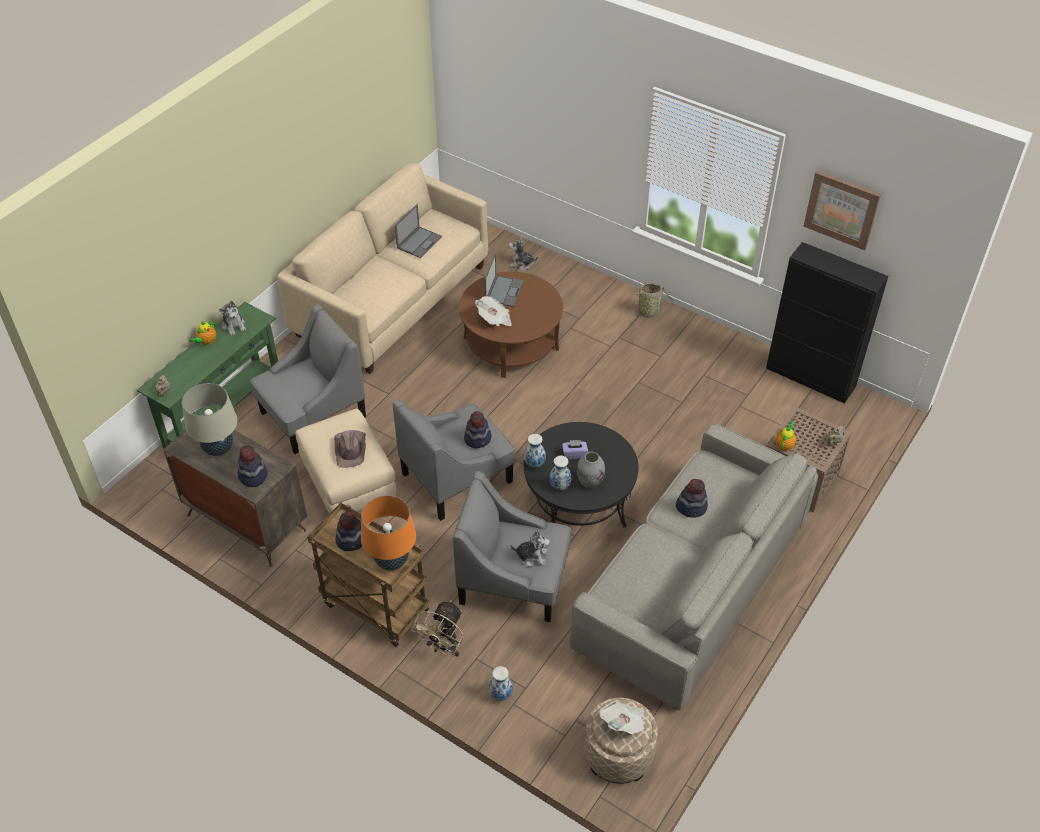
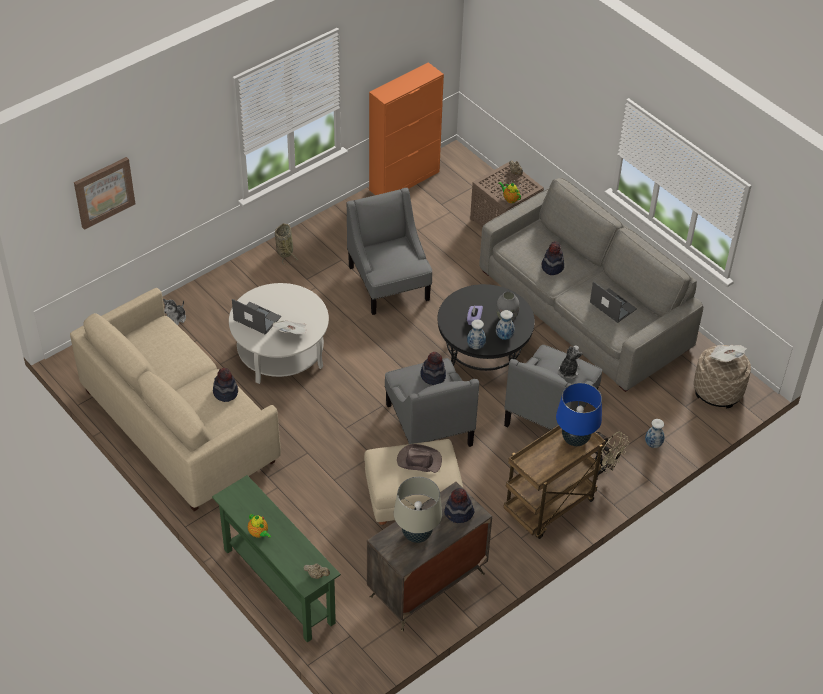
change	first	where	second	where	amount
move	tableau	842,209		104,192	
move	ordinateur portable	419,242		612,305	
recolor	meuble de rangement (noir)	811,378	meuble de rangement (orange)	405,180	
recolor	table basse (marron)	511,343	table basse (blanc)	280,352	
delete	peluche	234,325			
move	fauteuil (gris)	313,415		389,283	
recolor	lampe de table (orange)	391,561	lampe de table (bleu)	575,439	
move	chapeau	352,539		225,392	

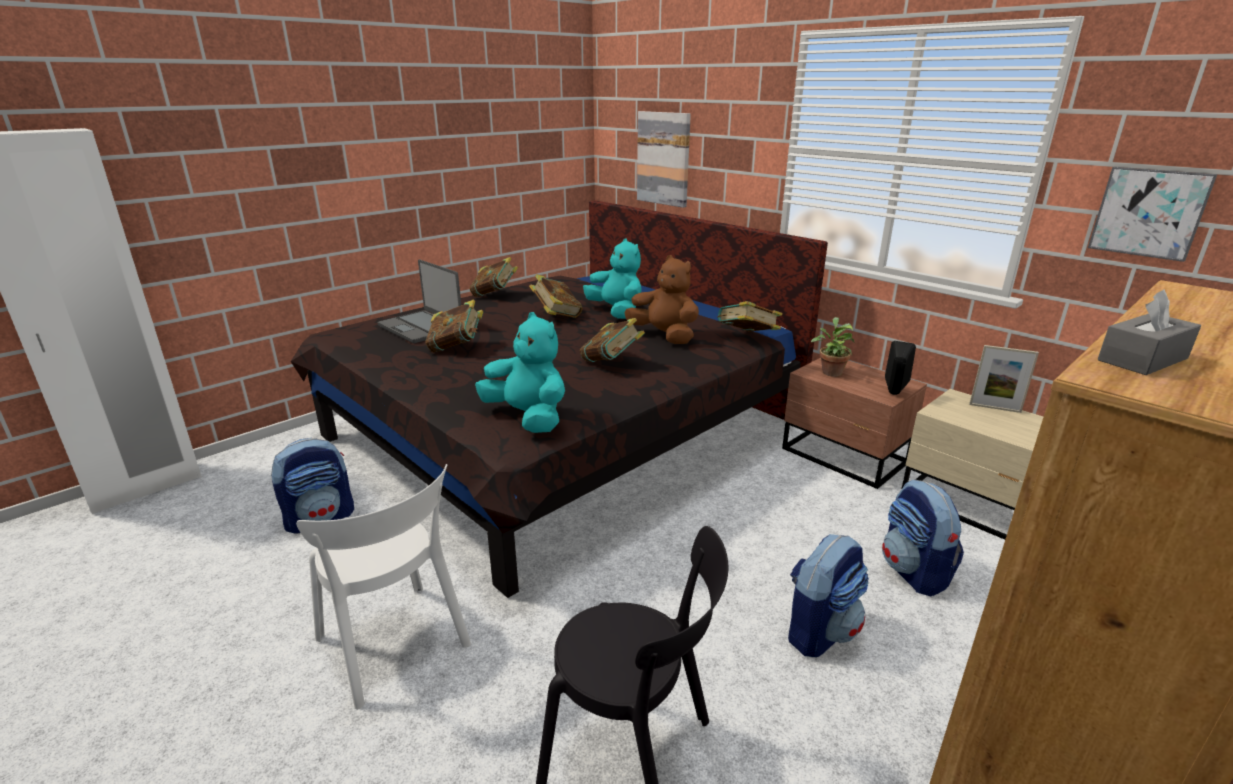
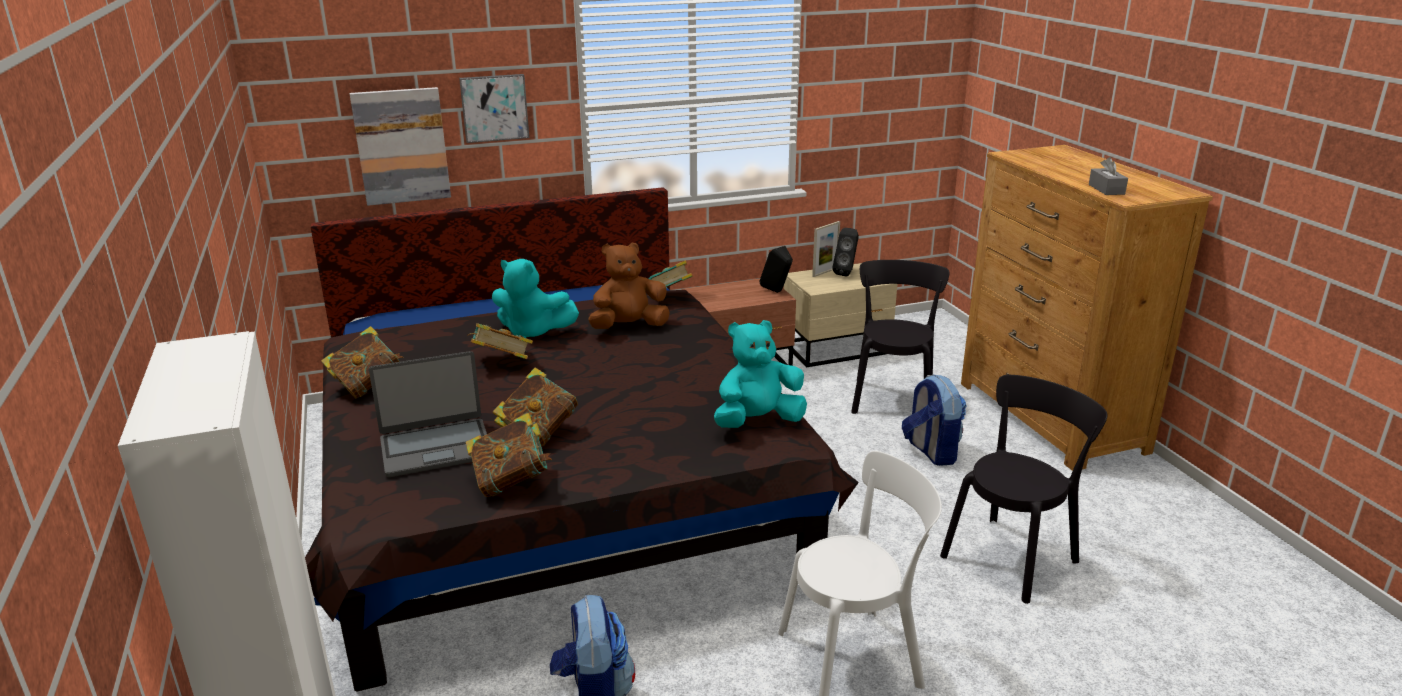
change	first	where	second	where	amount
move	tableau	1149,212		494,107	
rotate	peluche (turquoise)	616,312		532,332	150 degrees counterclockwise
delete	plante en pot	830,371			
move	livre	611,363		511,482	
replace	sac à dos	914,572	chaise (noir)	892,397	
insert			enceinte (noir)	846,273	

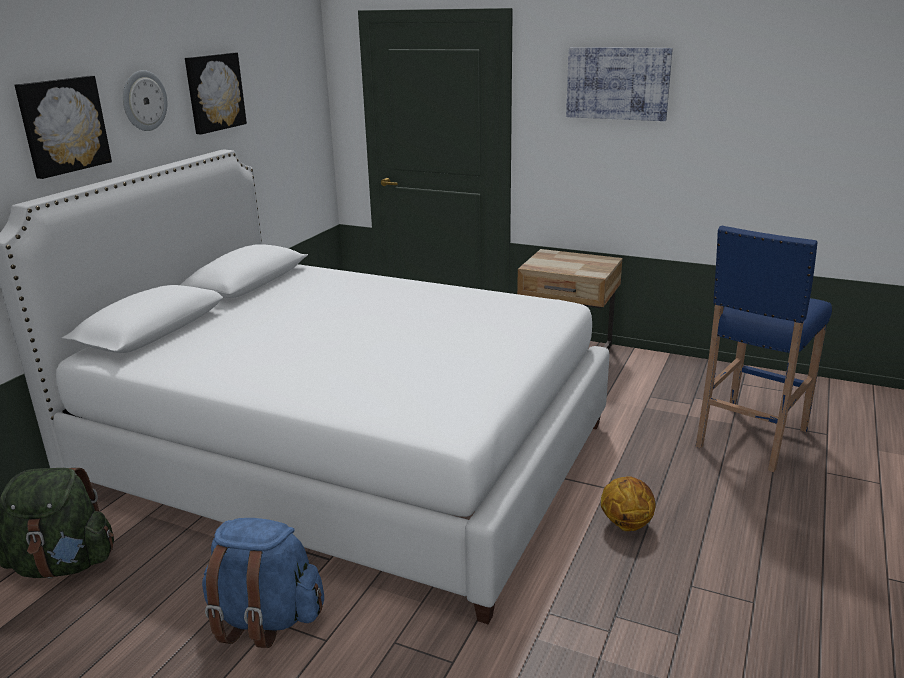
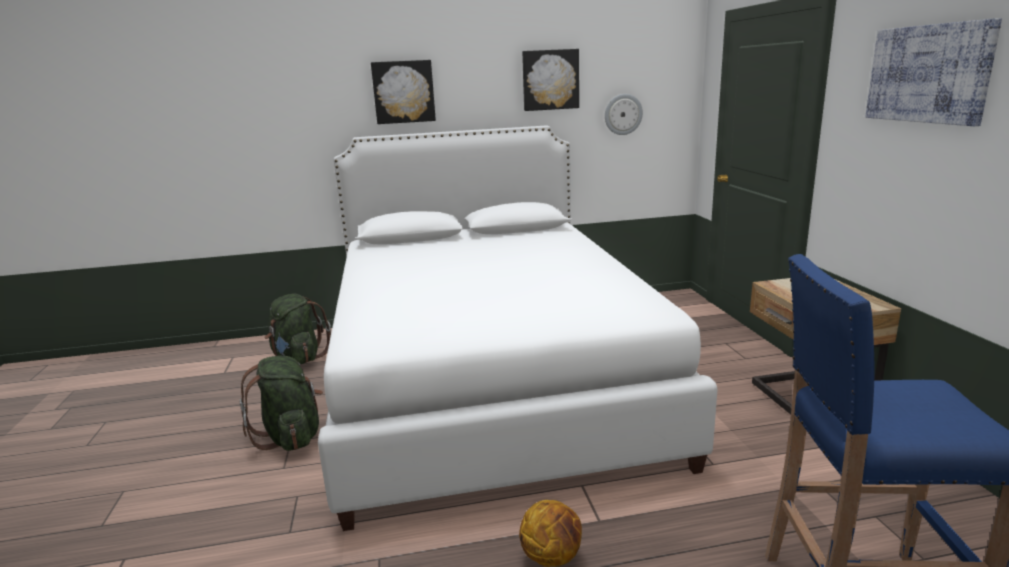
change	first	where	second	where	amount
move	horloge murale	144,100		623,114	
recolor	sac à dos (bleu)	264,619	sac à dos (vert)	291,437	

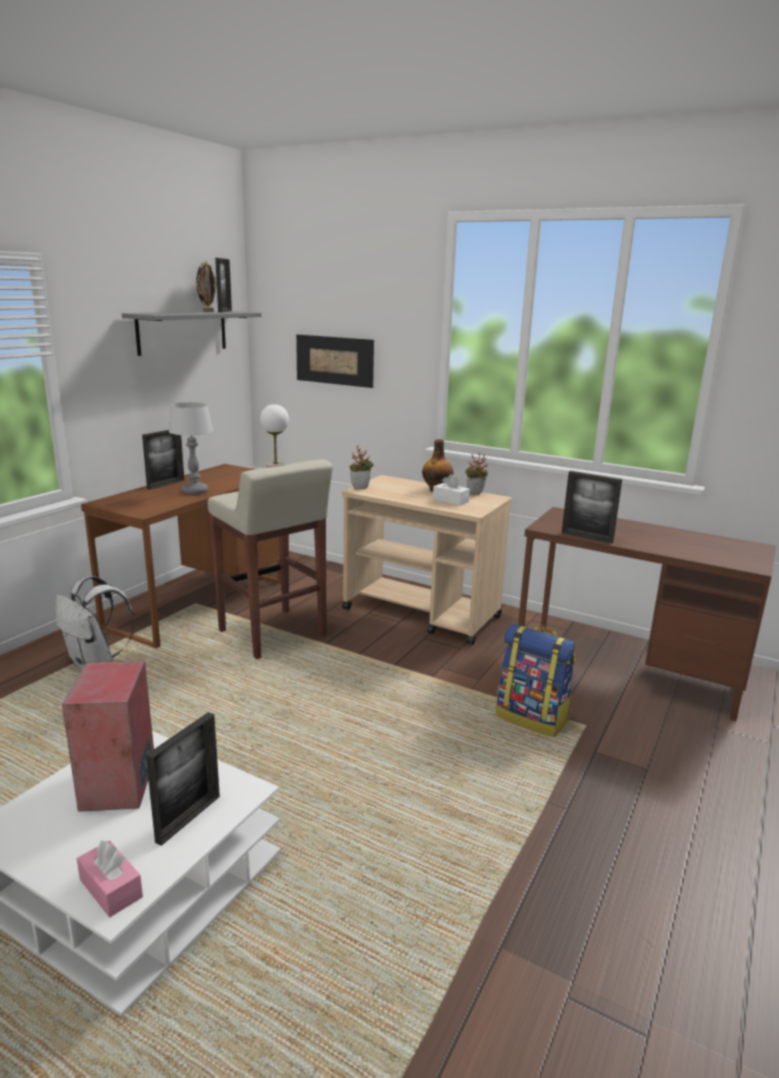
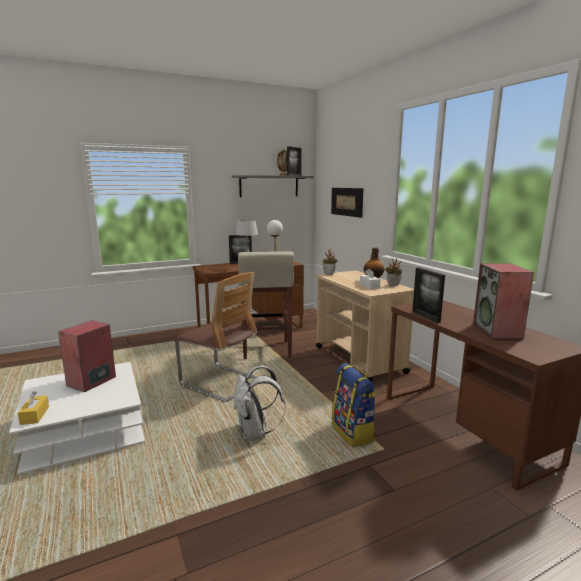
change	first	where	second	where	amount
move	sac à dos (blanc)	95,662		255,432	
delete	cadre photo	188,818			
recolor	boîte à mouchoirs (rose)	111,888	boîte à mouchoirs (jaune)	35,415	
insert			enceinte	498,331	
insert			chaise	220,383	

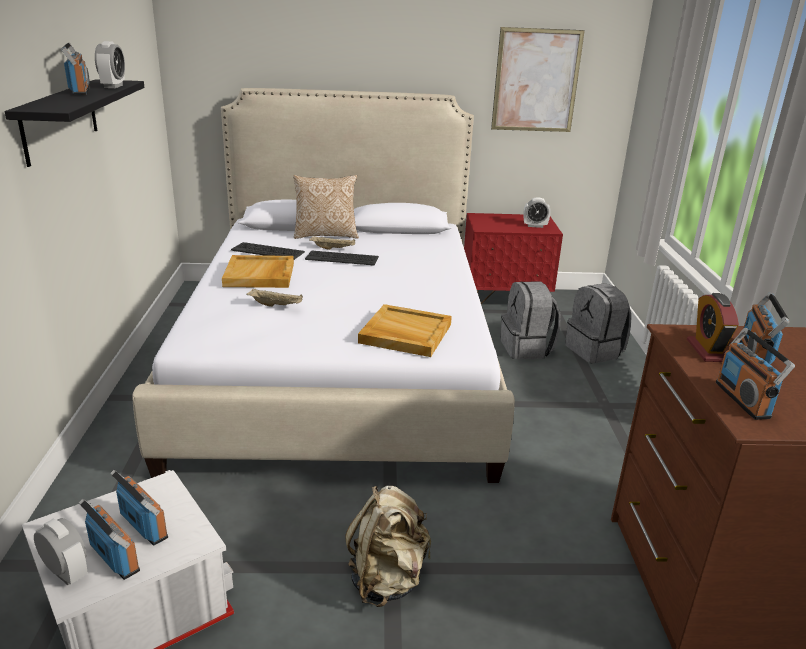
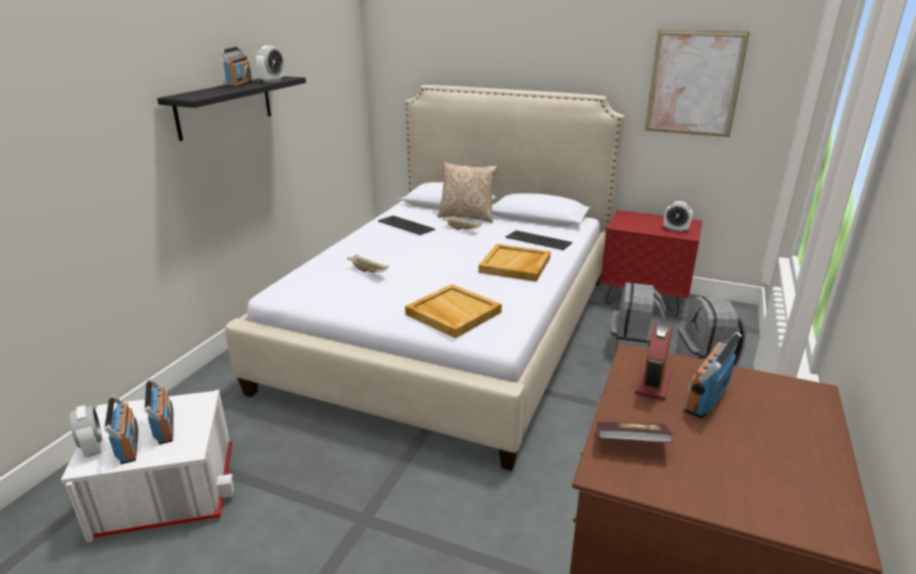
change	first	where	second	where	amount
move	clavier	342,258		538,240	
move	plateau (beige)	260,275		515,265	
replace	radio	743,400	livre	631,444	
delete	sac à dos (beige)	387,579			

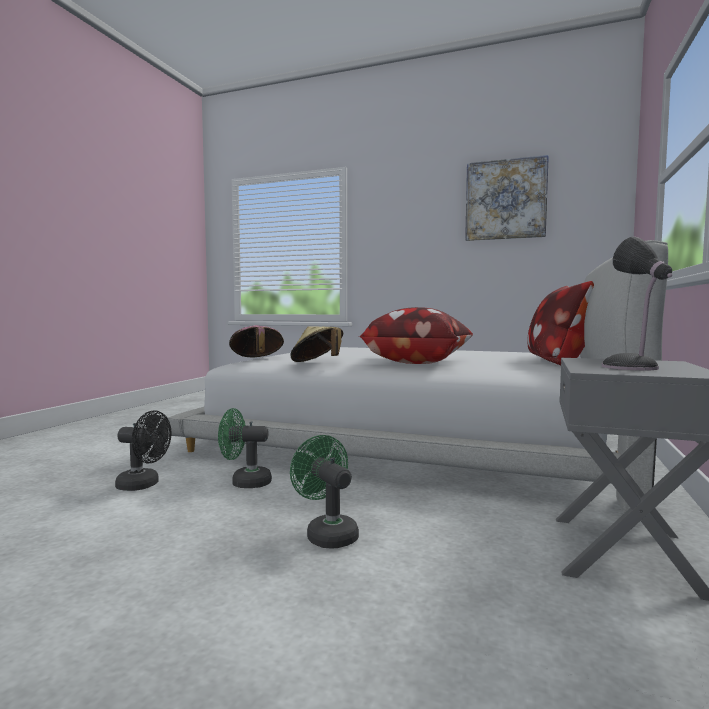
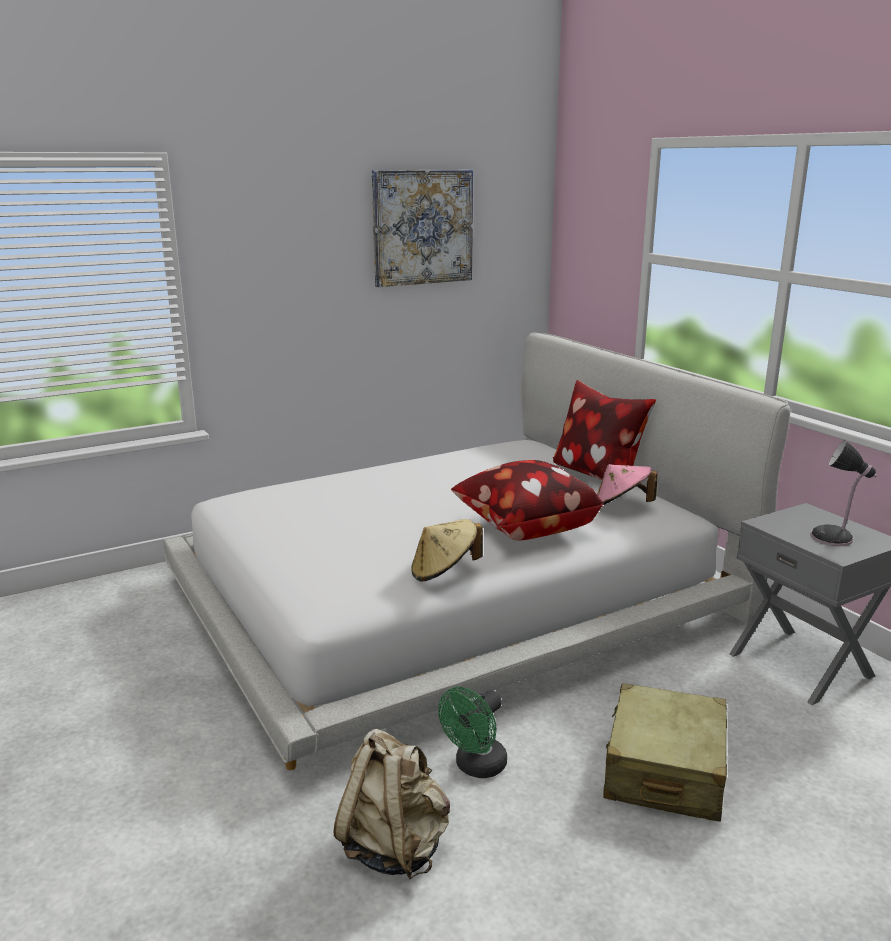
change	first	where	second	where	amount
move	chapeau (rose)	256,359		621,506	
replace	ventilateur (noir)	144,485	sac à dos (beige)	395,847	
replace	ventilateur (vert)	327,534	valise (beige)	664,770	

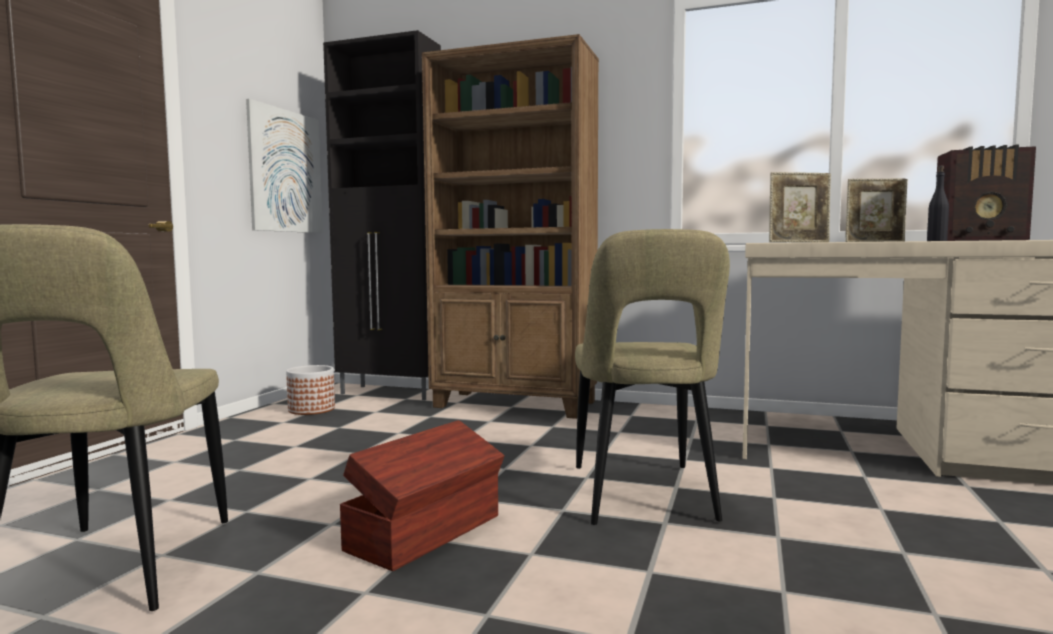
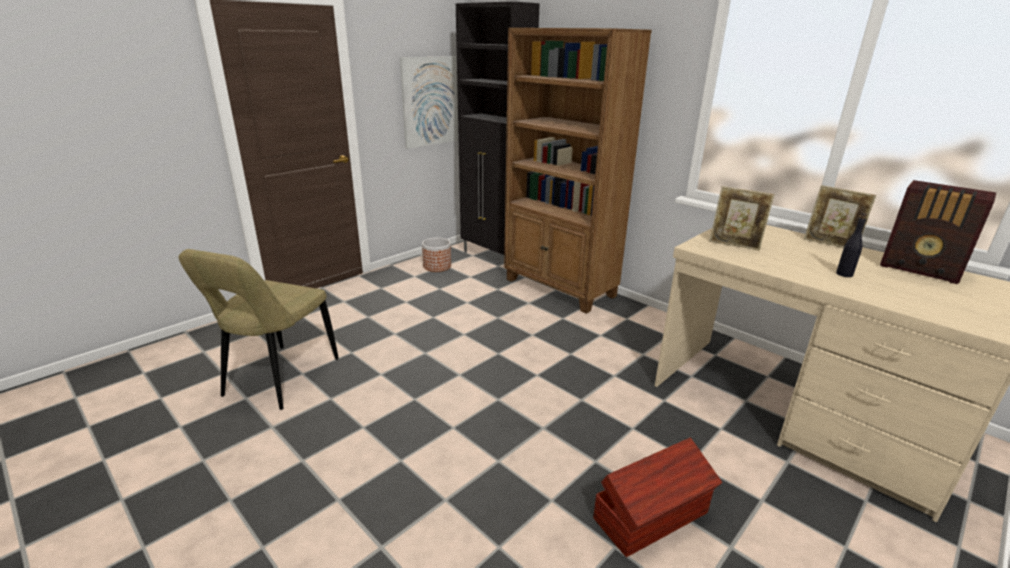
change	first	where	second	where	amount
delete	chaise (beige)	643,497			
move	boîte de rangement (marron)	427,532		653,516	

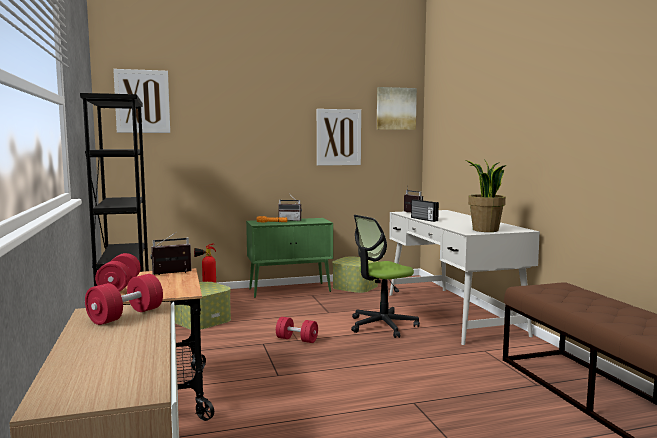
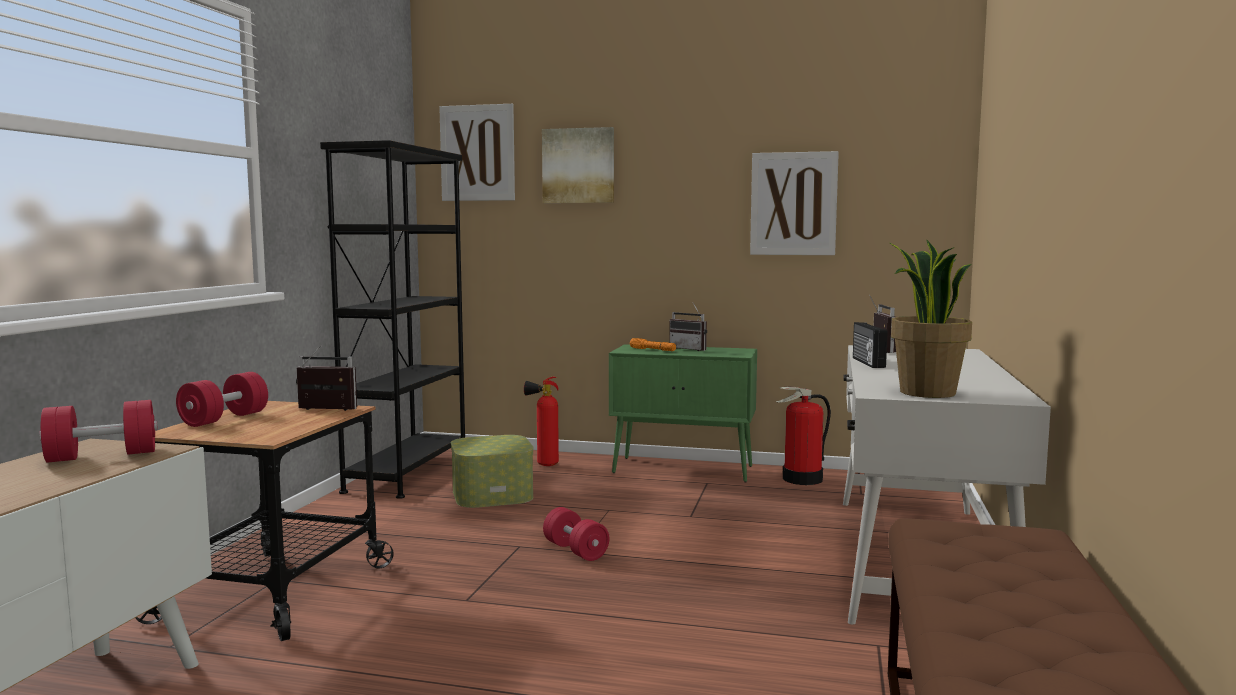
change	first	where	second	where	amount
move	tableau	395,108		578,166	
delete	chaise de bureau	382,326			
replace	boîte de rangement	355,286	extincteur	802,479	

